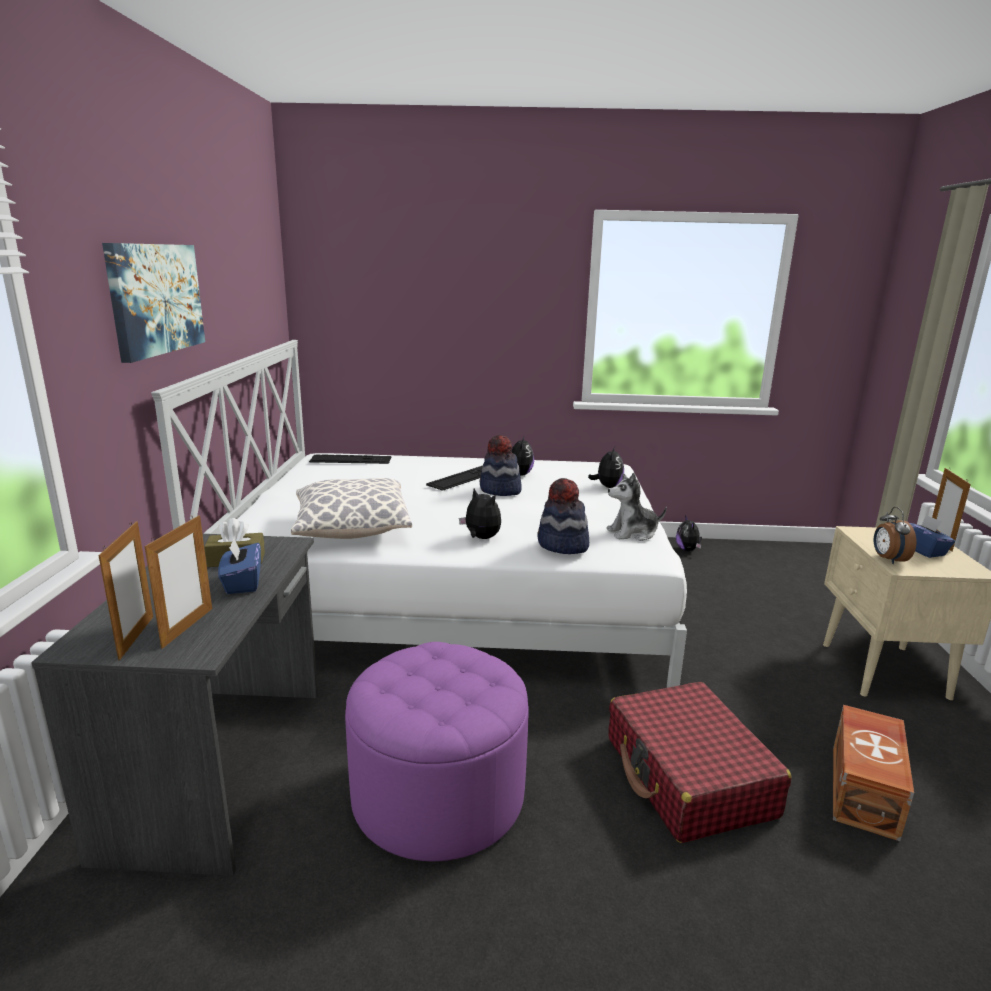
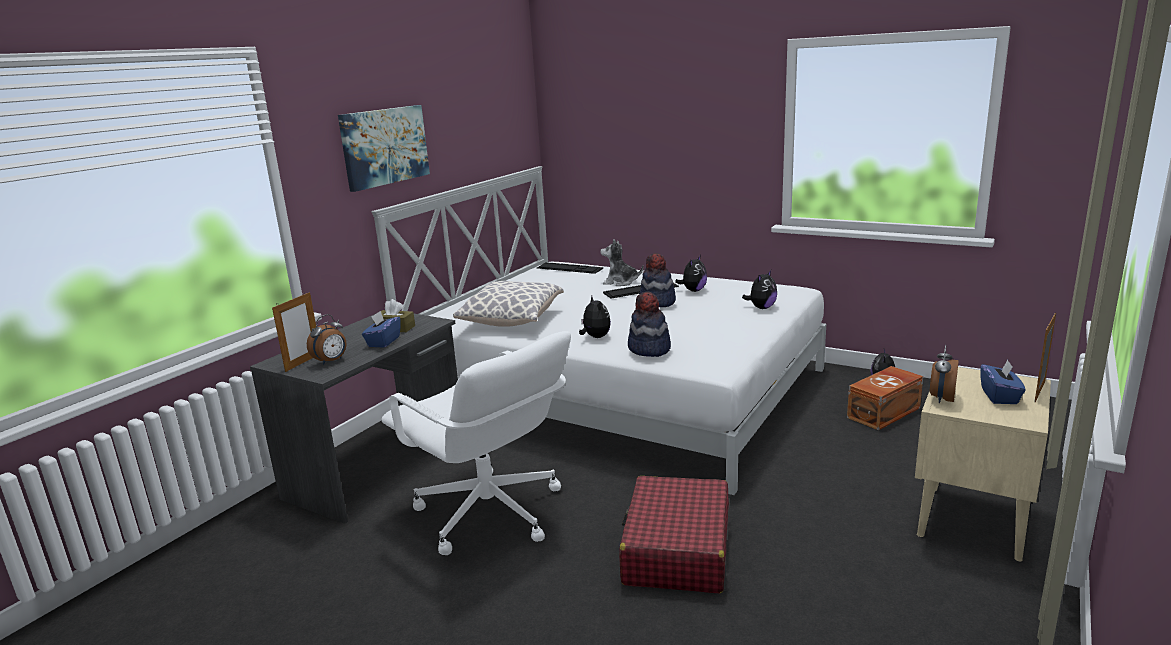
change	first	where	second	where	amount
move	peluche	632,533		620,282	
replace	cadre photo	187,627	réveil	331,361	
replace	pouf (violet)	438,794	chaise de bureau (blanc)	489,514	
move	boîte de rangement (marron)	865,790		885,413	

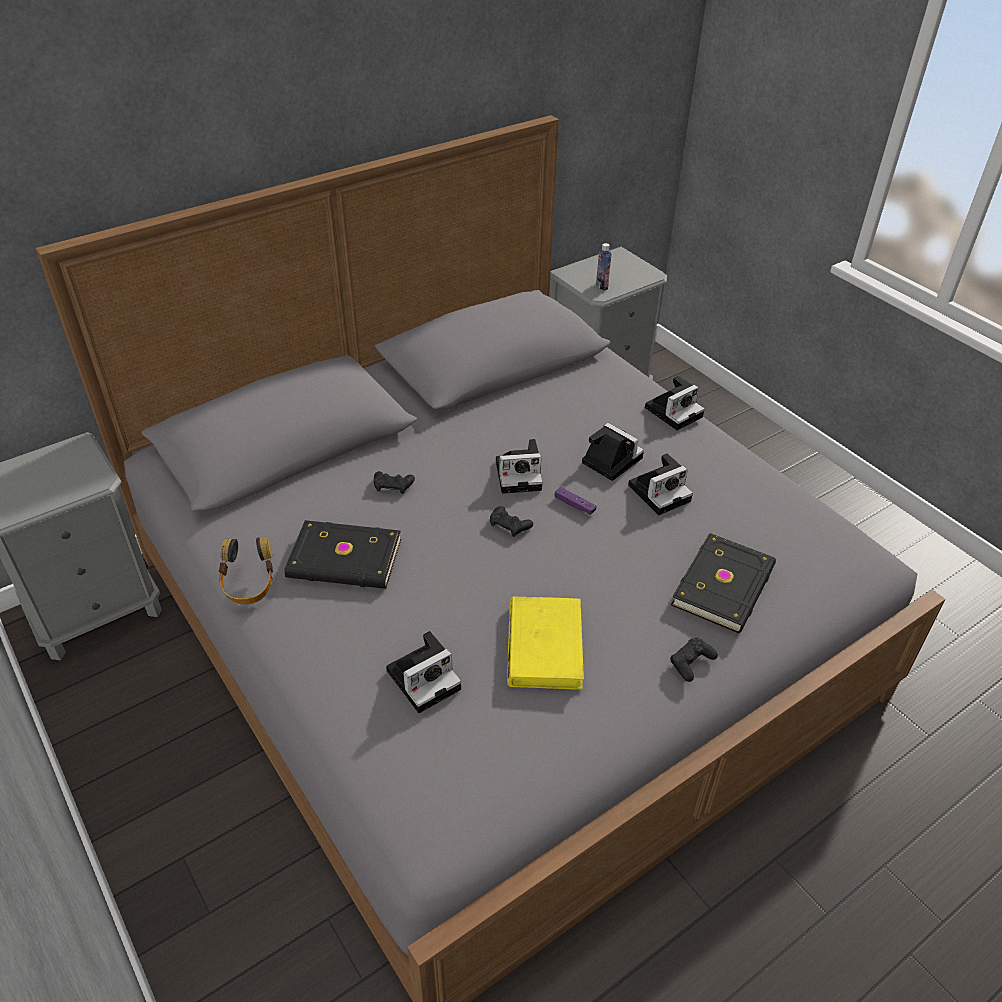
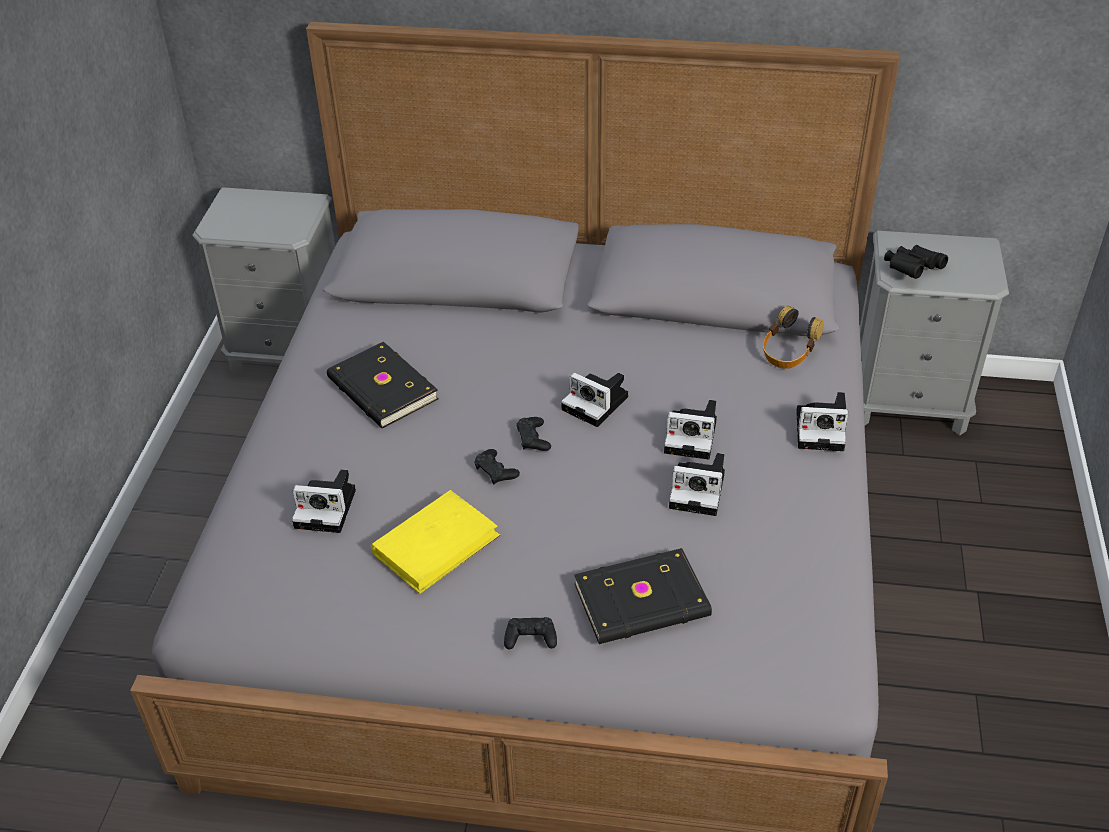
change	first	where	second	where	amount
replace	bouteille	602,286	jumelles (noir)	911,270	
rotate	appareil photo	609,460		693,436	105 degrees clockwise
move	manette (noir)	393,485		495,471	
delete	manette (violet)	574,505			
move	casque audio	249,584		788,354	

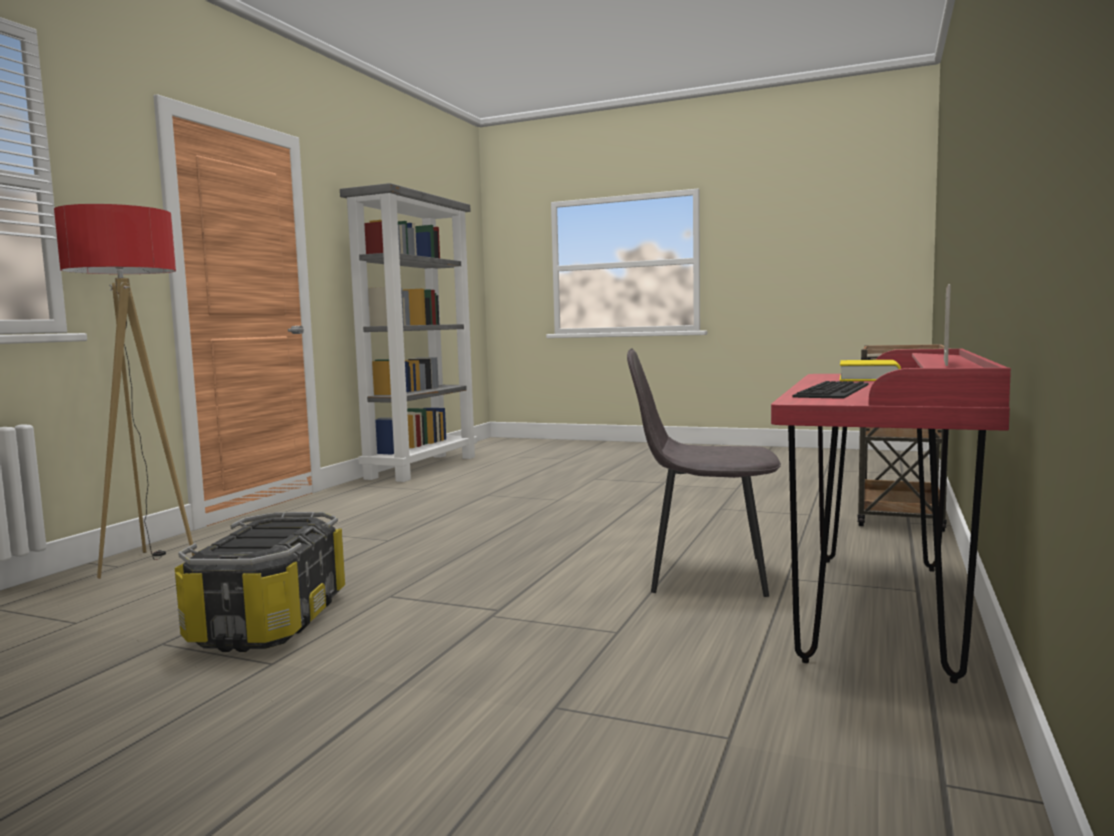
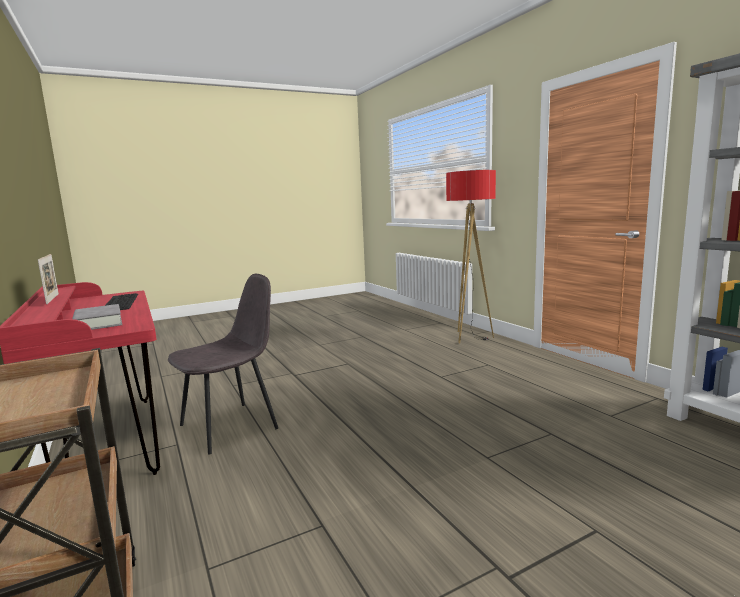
change	first	where	second	where	amount
recolor	livre (jaune)	868,378	livre (gris)	98,323	
delete	boîte de rangement	269,620			

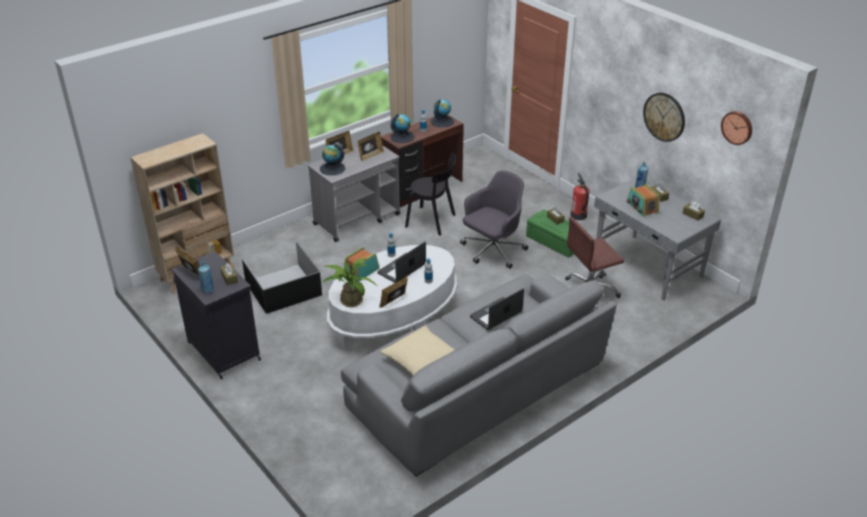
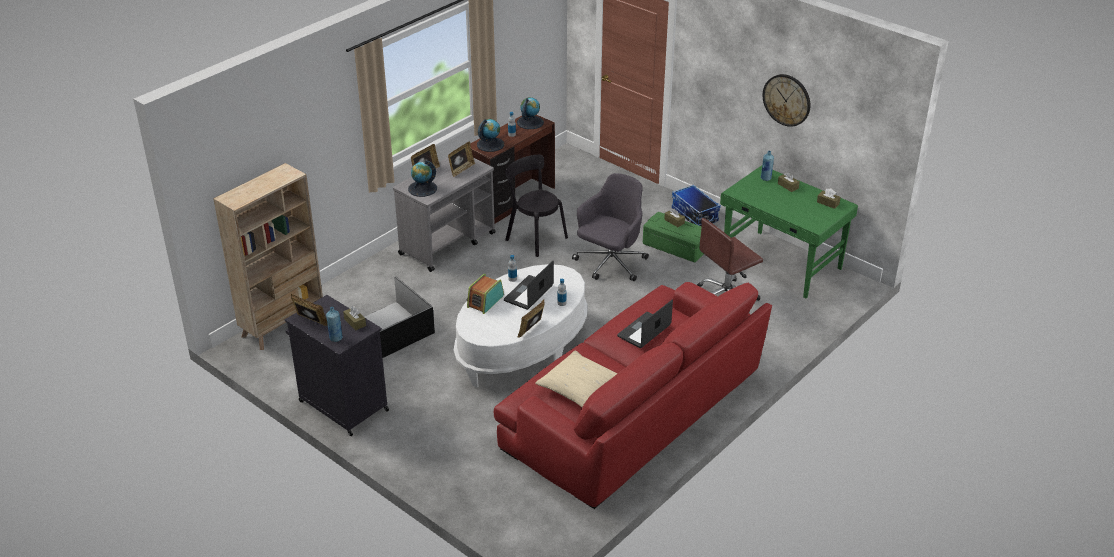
change	first	where	second	where	amount
delete	horloge murale	737,127			
rotate	chaise (noir)	432,221		534,237	150 degrees counterclockwise
replace	extincteur	578,216	boîte de rangement	694,215	
recolor	bureau (gris)	647,267	bureau (vert)	781,265	
delete	radio	642,207			
delete	plante en pot	349,299			
recolor	canapé (gris)	478,386	canapé (rouge)	633,410	

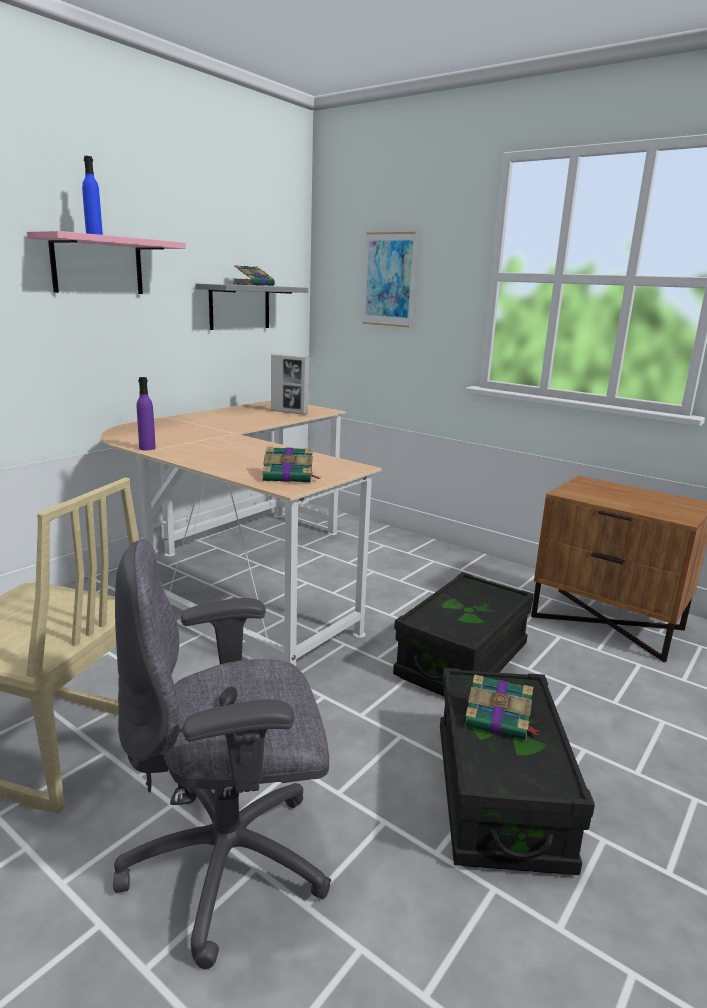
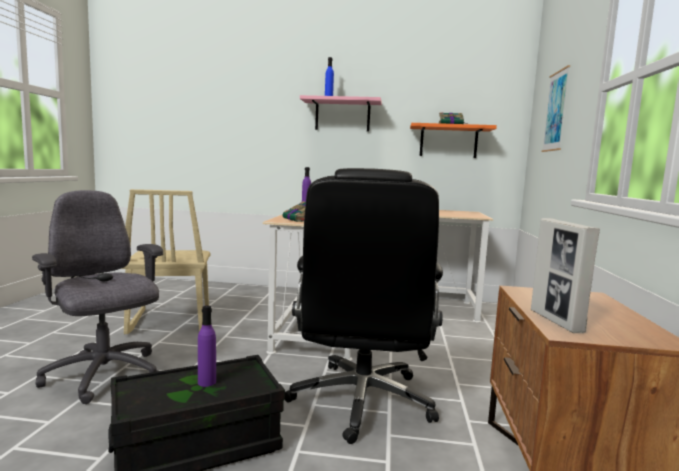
change	first	where	second	where	amount
recolor	étagère (gris)	239,307	étagère (orange)	448,141	
move	cadre photo	289,412		556,321	
replace	boîte de rangement (noir)	462,661	chaise de bureau (noir)	361,402	
replace	livre	499,720	bouteille (violet)	207,382	

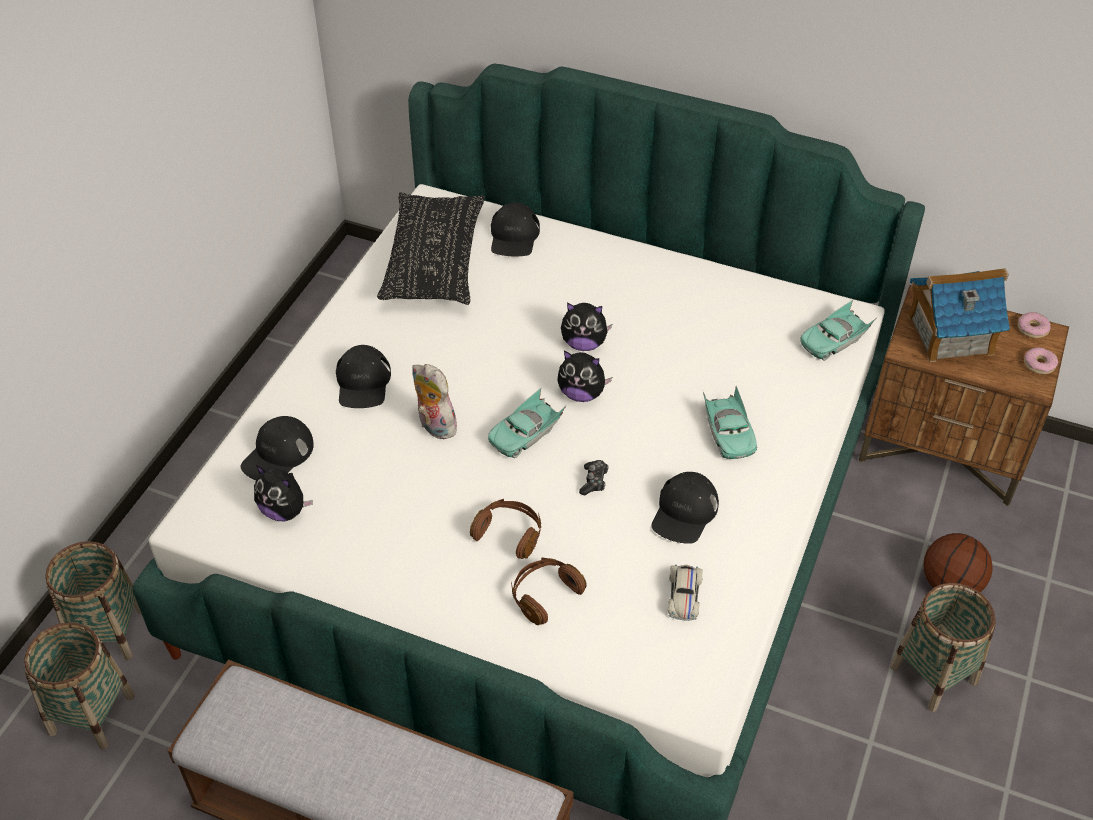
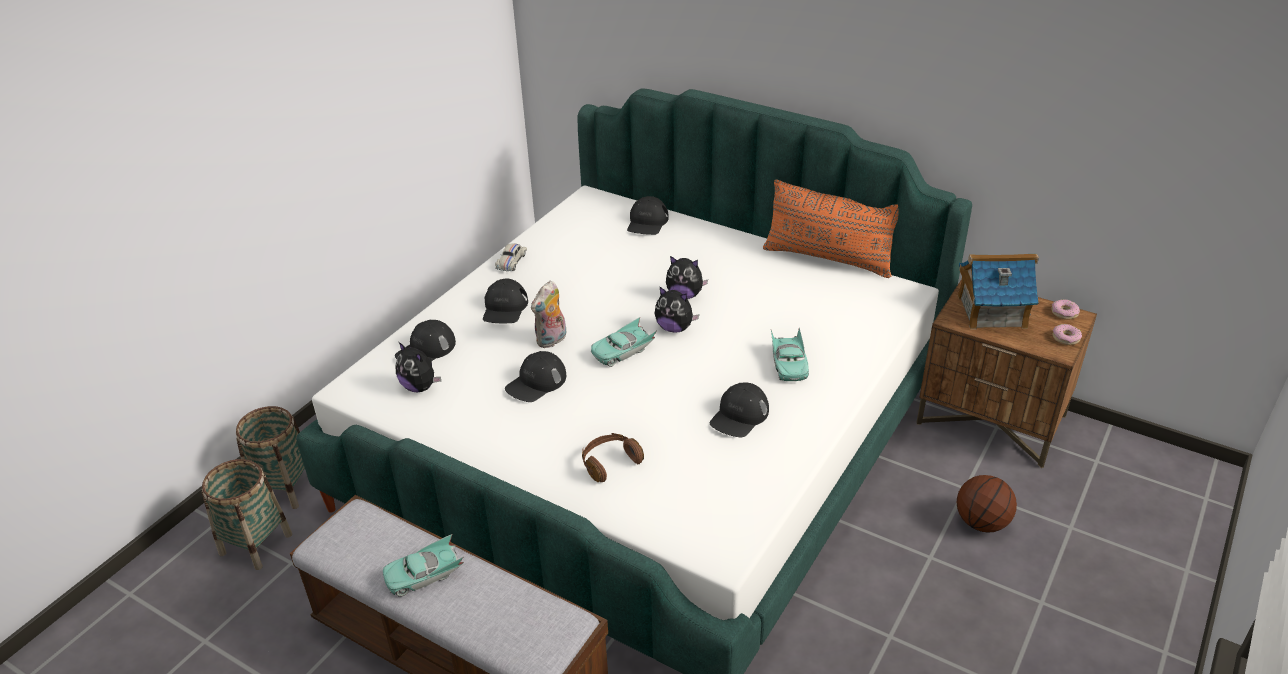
change	first	where	second	where	amount
delete	coussin (noir)	434,262			
move	petite voiture (turquoise)	834,340		424,575	
rotate	peluche	434,426		552,340	105 degrees counterclockwise
delete	manette	594,481			
delete	casque audio (marron)	509,534			
move	petite voiture (blanc)	684,595		511,261	
delete	panier	933,674			
insert			coussin (orange)	828,258	
insert			casquette (noir)	536,382	

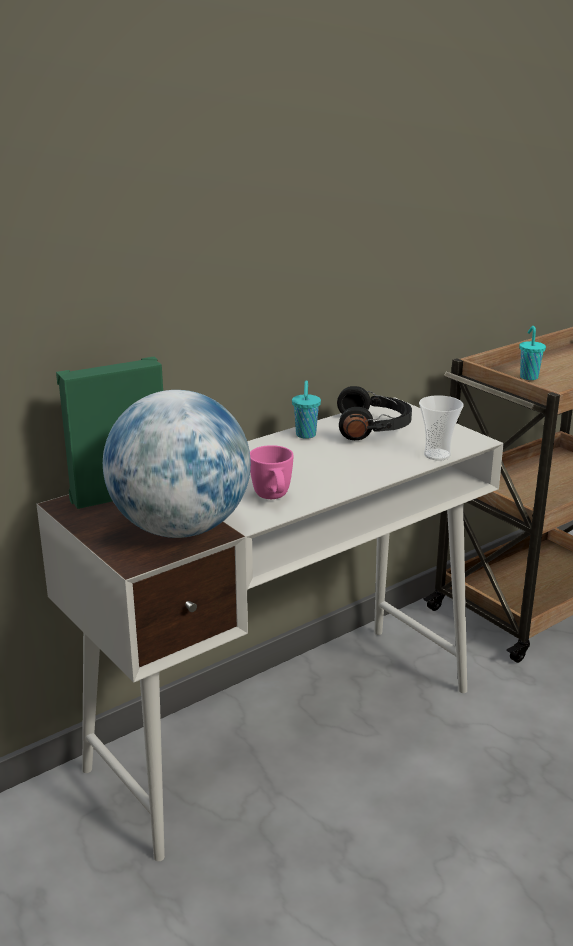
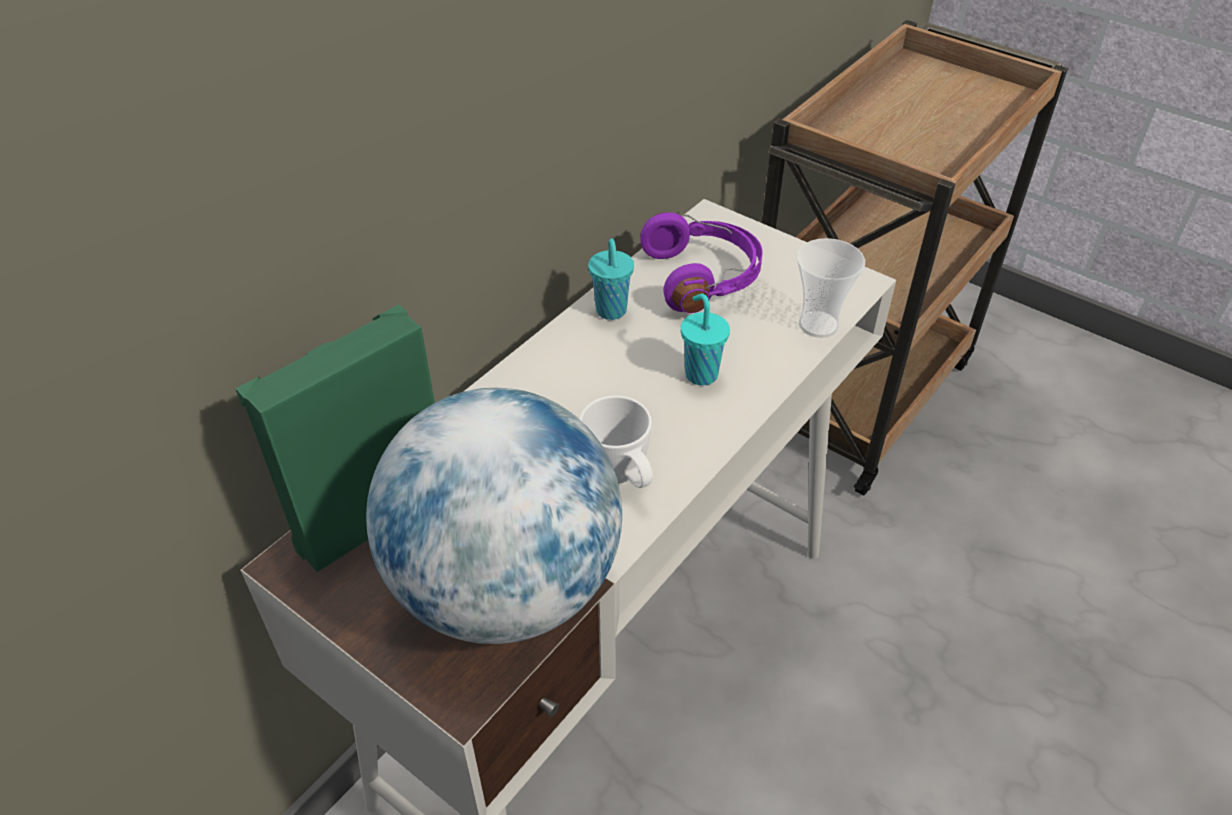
change	first	where	second	where	amount
move	tasse (turquoise)	528,377		700,373	
recolor	casque audio (noir)	373,428	casque audio (violet)	703,277	
recolor	mug (rose)	273,498	mug (blanc)	622,478	

